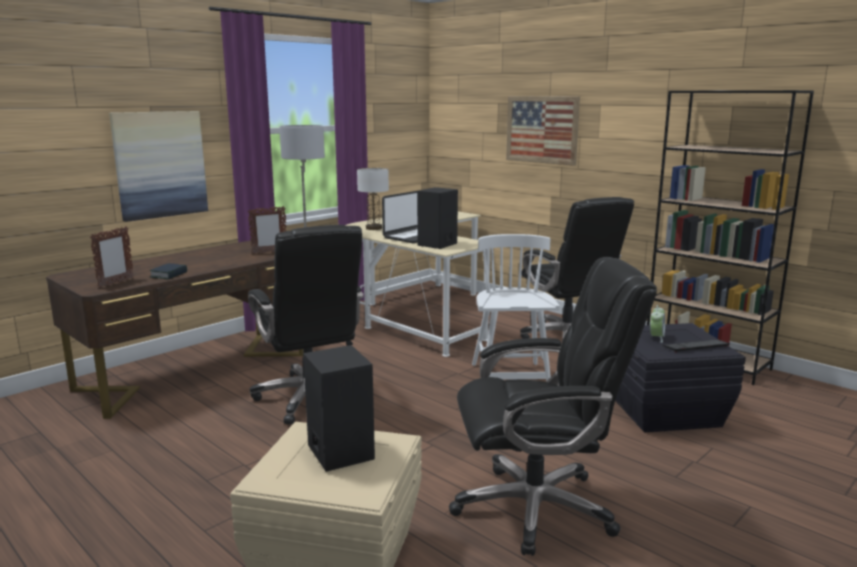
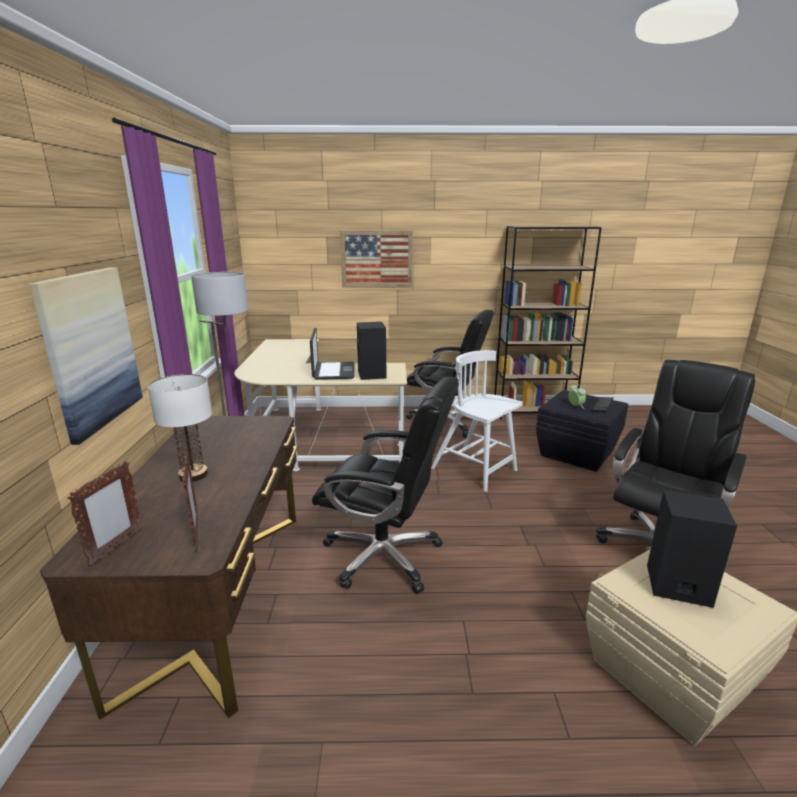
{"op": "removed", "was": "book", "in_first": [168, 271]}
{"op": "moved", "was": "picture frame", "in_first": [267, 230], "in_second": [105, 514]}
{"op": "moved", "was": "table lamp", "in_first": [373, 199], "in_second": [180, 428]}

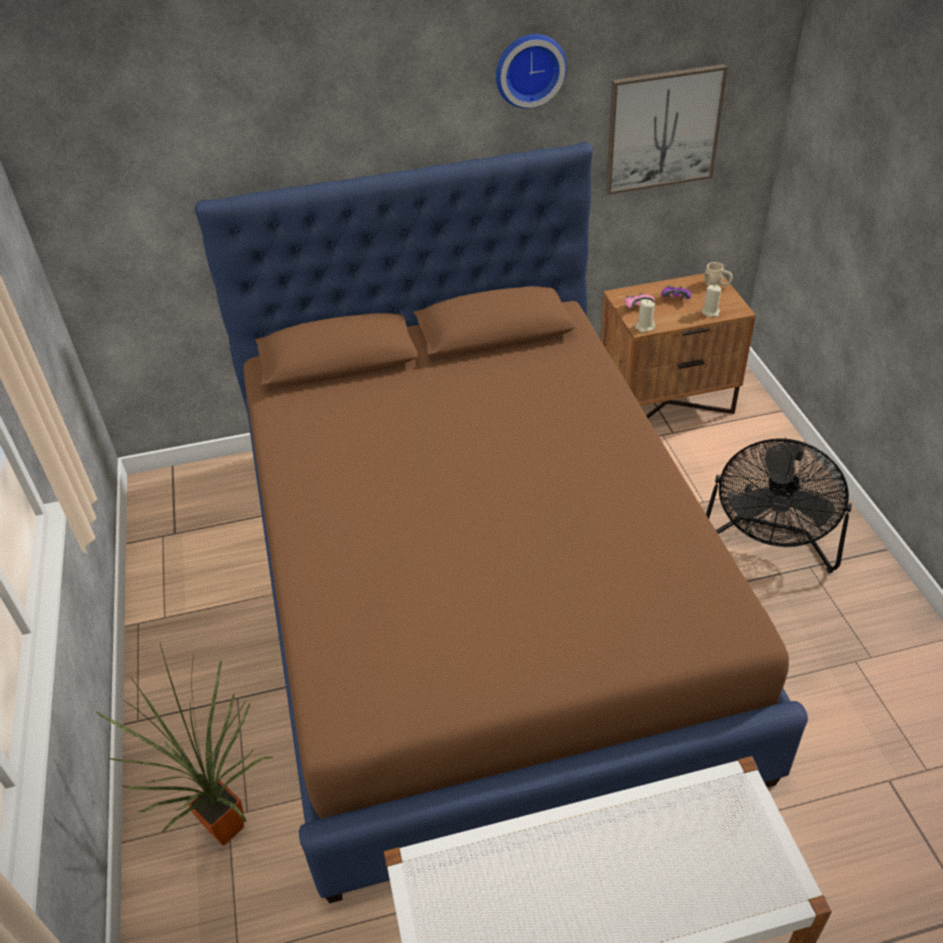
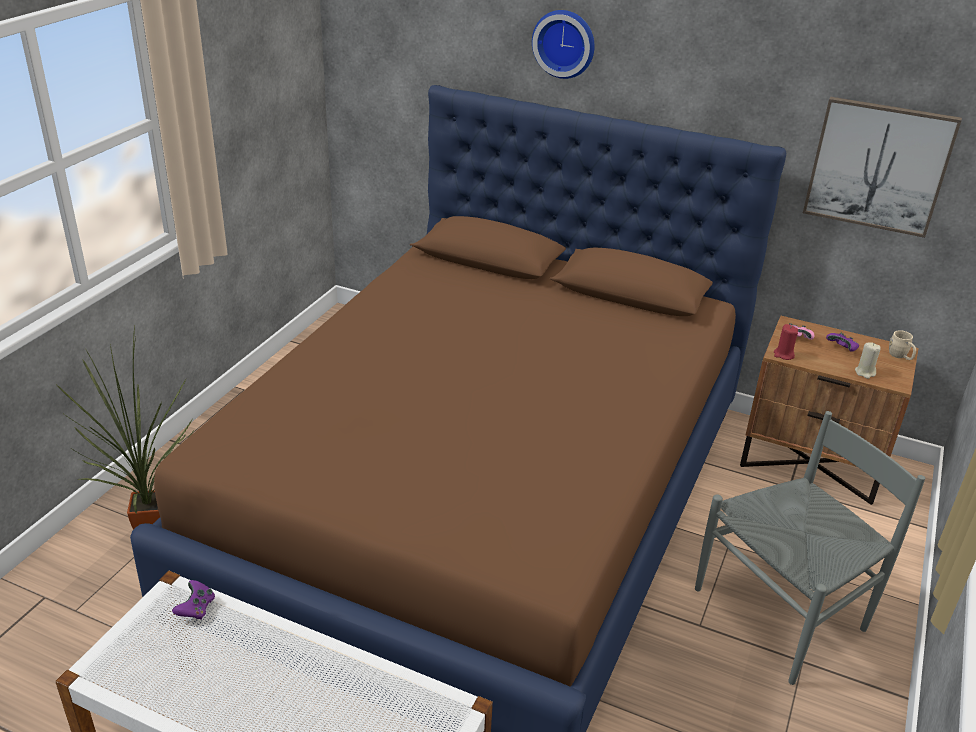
{"op": "moved", "was": "wall clock", "in_first": [531, 71], "in_second": [563, 44]}
{"op": "recoloured", "was": "beige candle", "now": "red candle", "in_first": [645, 315], "in_second": [786, 342]}
{"op": "replaced", "was": "black fan", "now": "grey chair", "in_first": [779, 505], "in_second": [810, 548]}
{"op": "added", "now": "purple game controller", "in_second": [193, 600]}

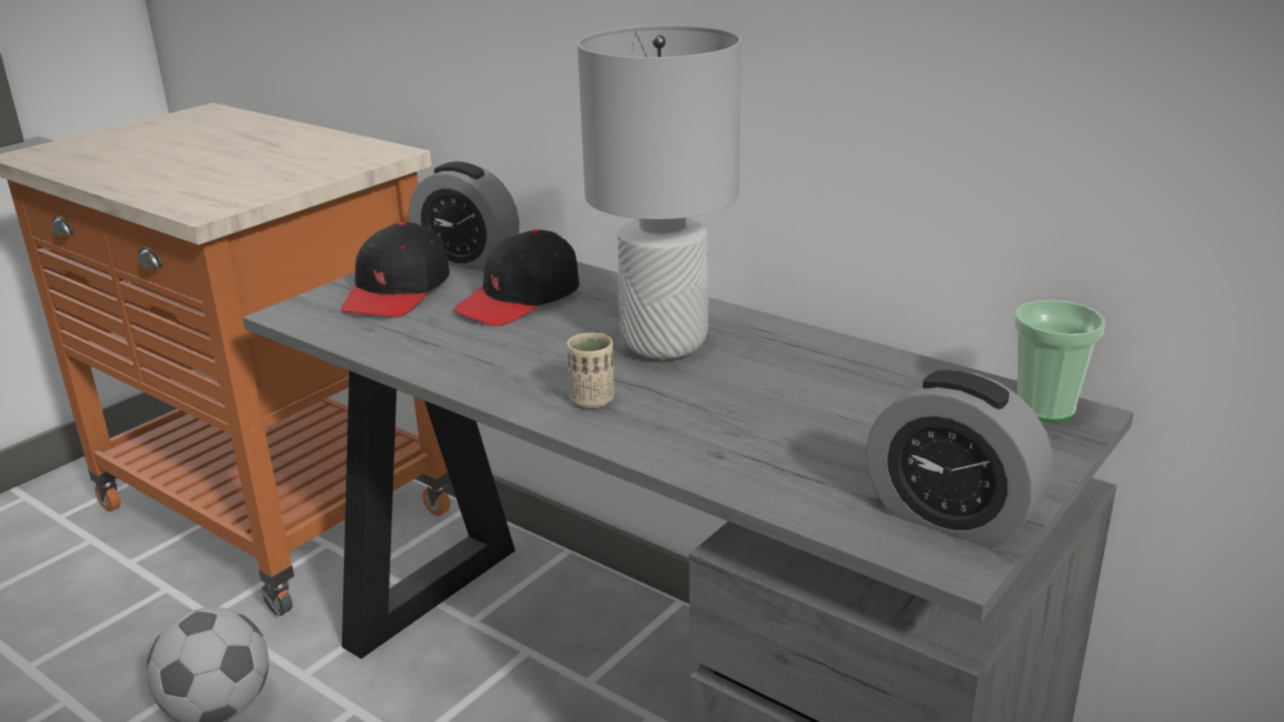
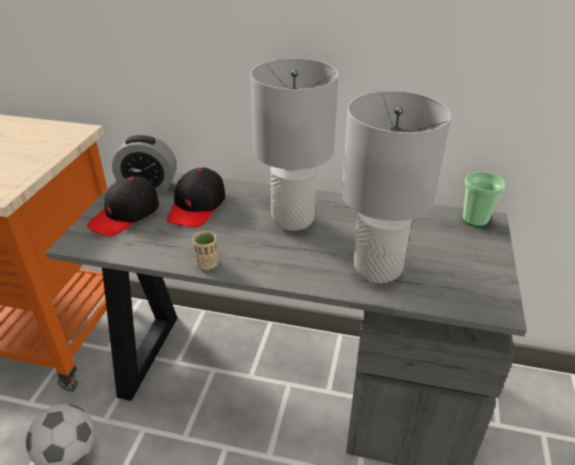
{"op": "turned", "was": "black cap", "in_first": [395, 269], "in_second": [123, 207], "clockwise": 45}
{"op": "moved", "was": "beige cup", "in_first": [590, 370], "in_second": [205, 250]}
{"op": "removed", "was": "alarm clock", "in_first": [959, 459]}
{"op": "added", "now": "grey table lamp", "in_second": [396, 187]}

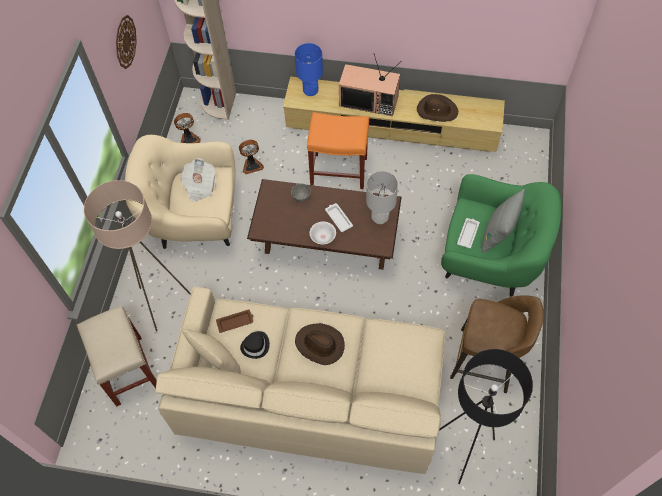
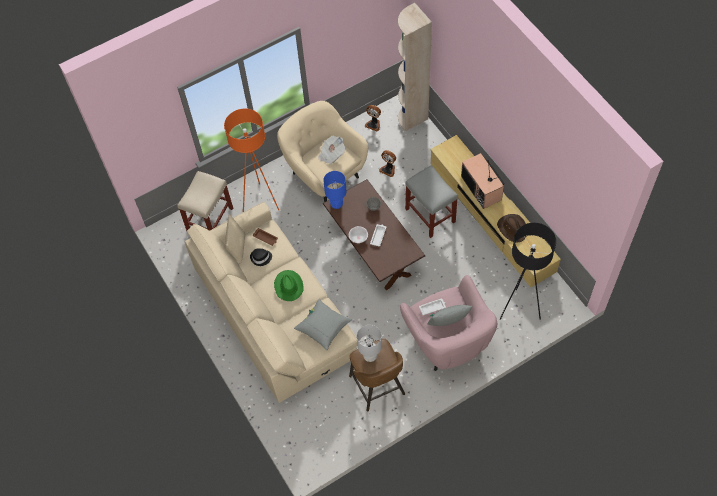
{"op": "recoloured", "was": "beige floor lamp", "now": "orange floor lamp", "in_first": [137, 255], "in_second": [251, 160]}
{"op": "removed", "was": "wall clock", "in_first": [126, 42]}
{"op": "moved", "was": "blue table lamp", "in_first": [309, 69], "in_second": [335, 190]}
{"op": "recoloured", "was": "brown hat", "now": "green hat", "in_first": [320, 344], "in_second": [289, 285]}
{"op": "recoloured", "was": "orange stool", "now": "grey stool", "in_first": [338, 150], "in_second": [431, 201]}
{"op": "moved", "was": "grey table lamp", "in_first": [382, 197], "in_second": [369, 343]}
{"op": "moved", "was": "black floor lamp", "in_first": [486, 416], "in_second": [527, 271]}
{"op": "recoloured", "was": "green armchair", "now": "pink armchair", "in_first": [501, 235], "in_second": [448, 323]}
{"op": "added", "now": "grey pillow", "in_second": [323, 324]}

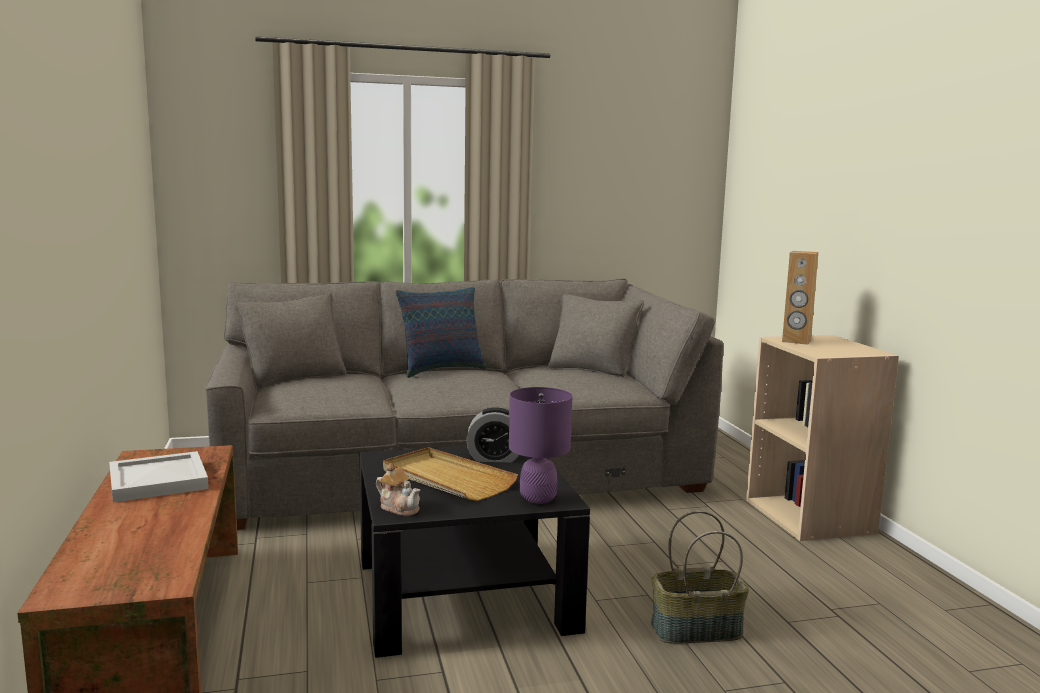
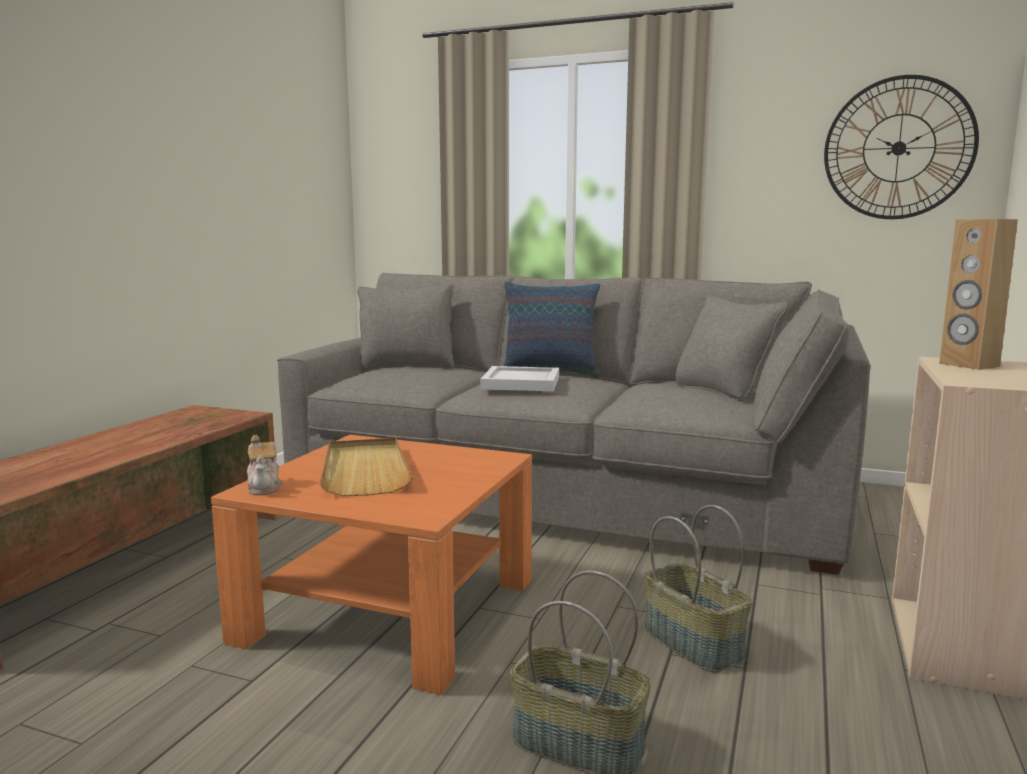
{"op": "moved", "was": "white tray", "in_first": [159, 476], "in_second": [519, 378]}
{"op": "recoloured", "was": "black coffee table", "now": "orange coffee table", "in_first": [474, 552], "in_second": [371, 565]}
{"op": "removed", "was": "alarm clock", "in_first": [492, 434]}
{"op": "removed", "was": "purple table lamp", "in_first": [540, 445]}
{"op": "added", "now": "basket", "in_second": [698, 589]}
{"op": "added", "now": "wall clock", "in_second": [901, 147]}

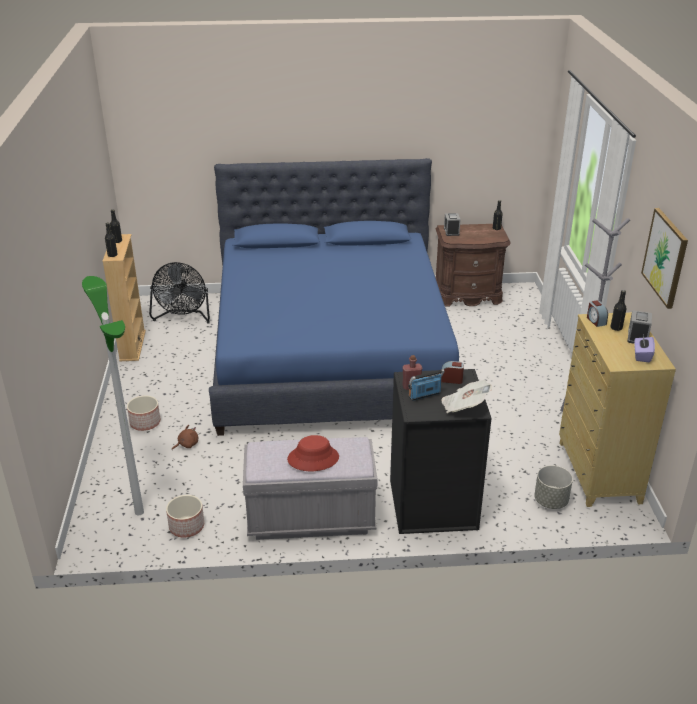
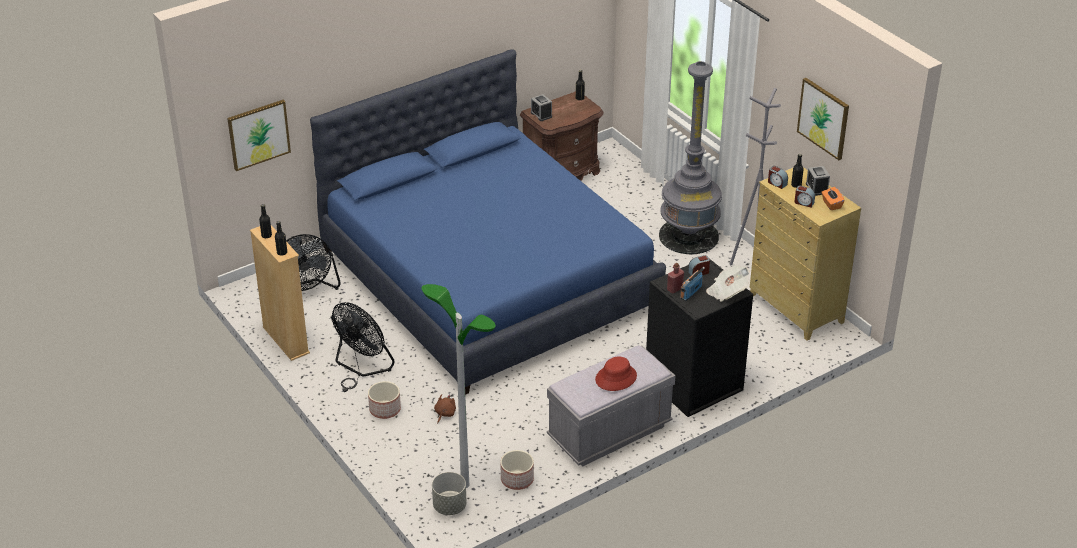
{"op": "moved", "was": "grey planter", "in_first": [553, 487], "in_second": [449, 493]}
{"op": "recoloured", "was": "purple tissue box", "now": "orange tissue box", "in_first": [644, 348], "in_second": [833, 198]}
{"op": "added", "now": "picture", "in_second": [259, 135]}
{"op": "added", "now": "black fan", "in_second": [362, 347]}
{"op": "added", "now": "grey floor lamp", "in_second": [690, 157]}
{"op": "added", "now": "alarm clock", "in_second": [804, 197]}

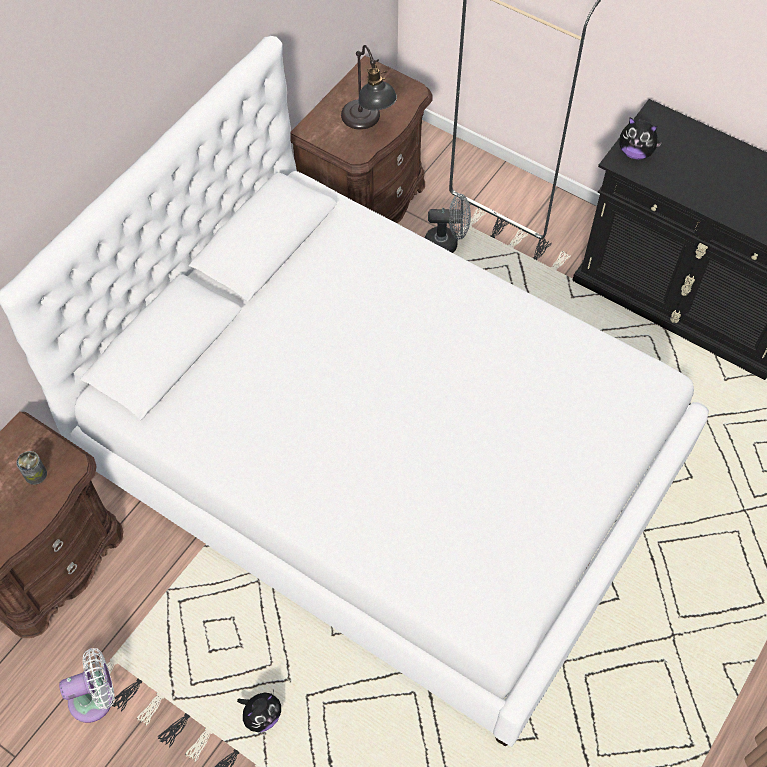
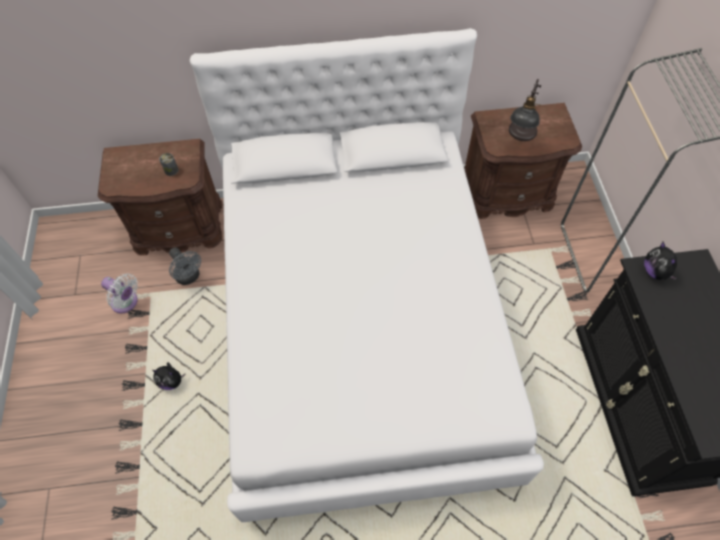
{"op": "moved", "was": "grey fan", "in_first": [448, 223], "in_second": [185, 266]}

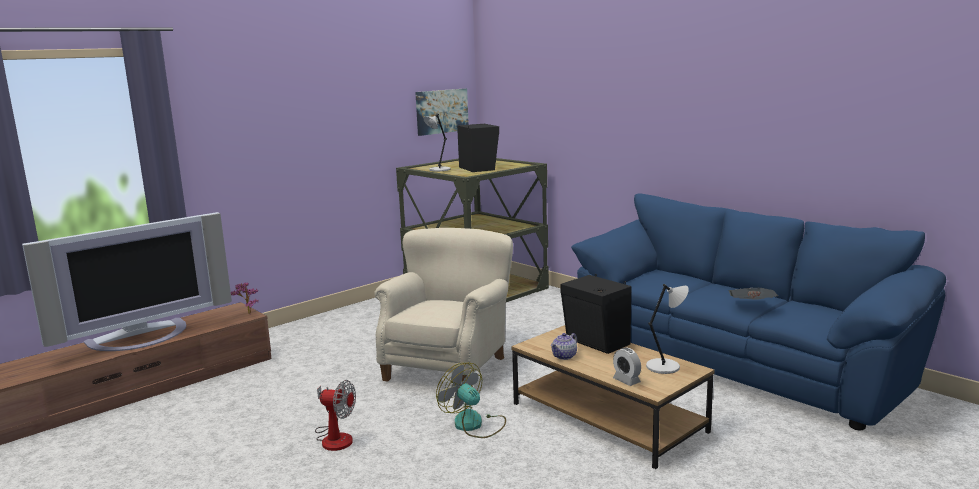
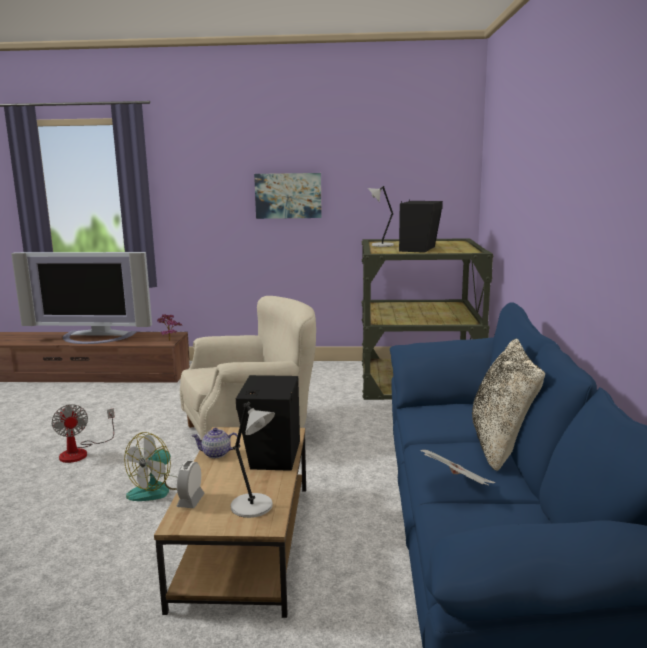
{"op": "moved", "was": "picture", "in_first": [442, 112], "in_second": [288, 196]}
{"op": "turned", "was": "fan", "in_first": [471, 400], "in_second": [151, 466], "clockwise": -150}
{"op": "added", "now": "beige pillow", "in_second": [508, 404]}

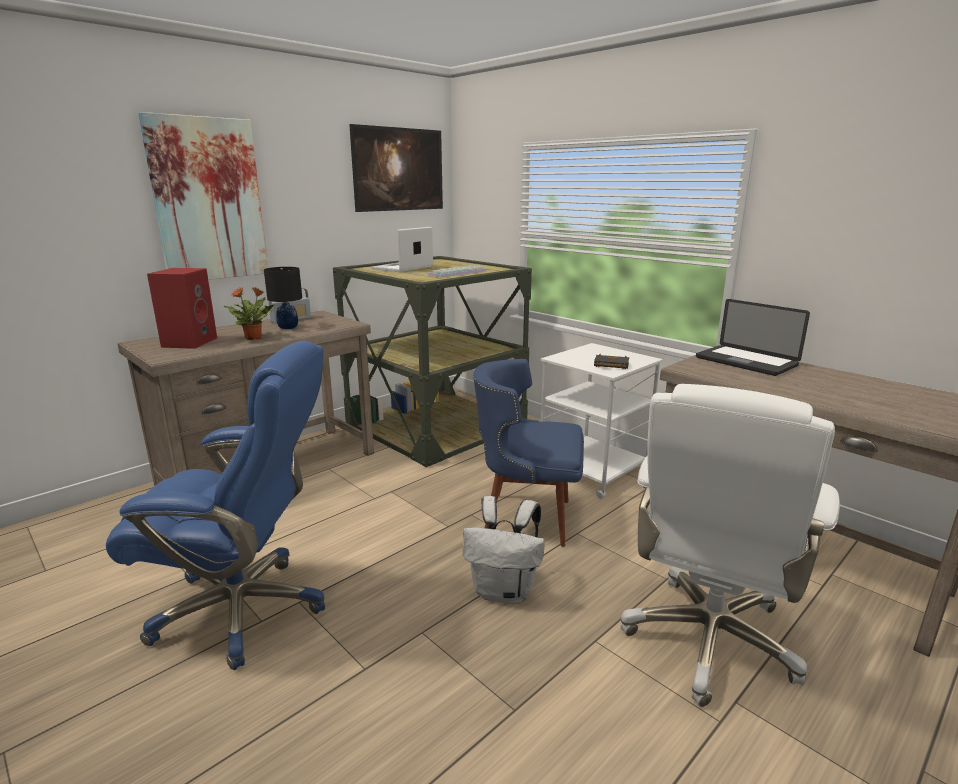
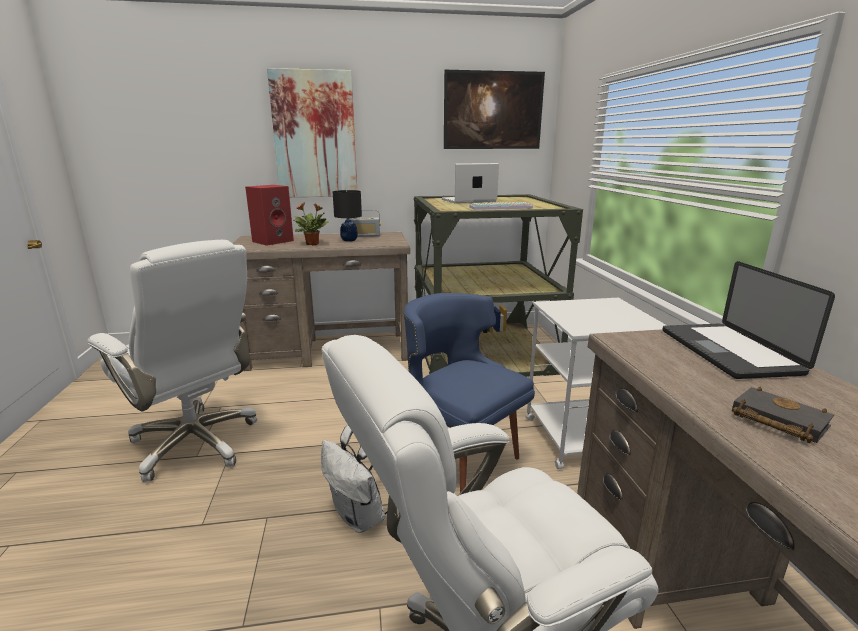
{"op": "recoloured", "was": "blue office chair", "now": "white office chair", "in_first": [215, 505], "in_second": [172, 361]}
{"op": "moved", "was": "black book", "in_first": [611, 361], "in_second": [783, 415]}

